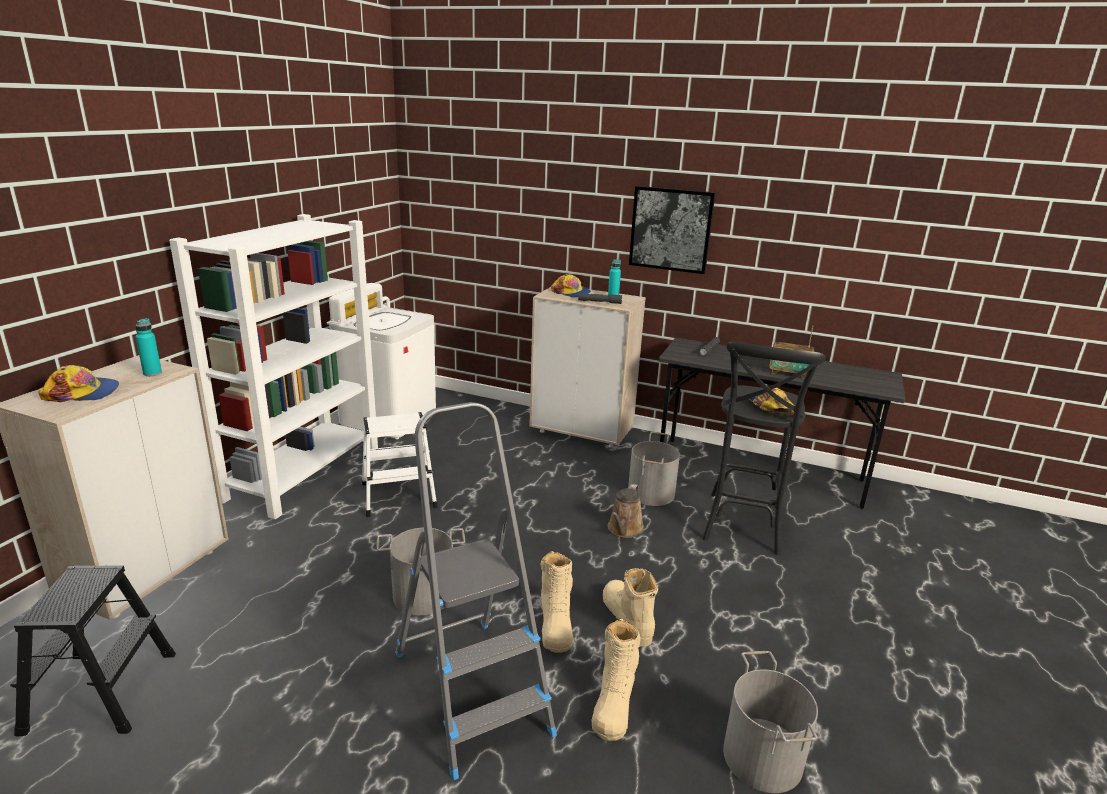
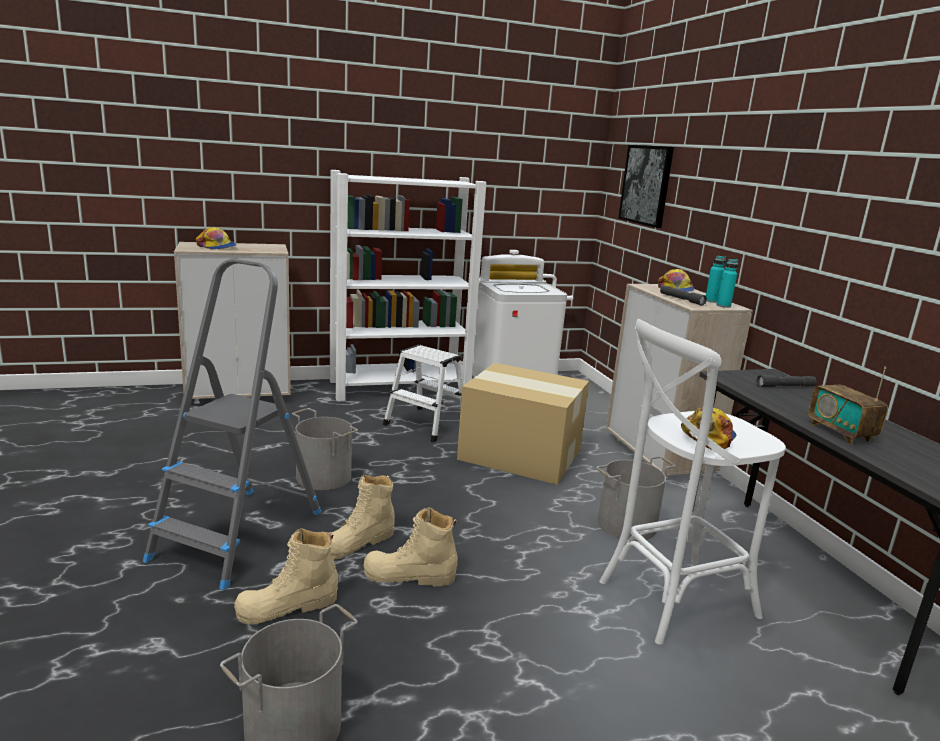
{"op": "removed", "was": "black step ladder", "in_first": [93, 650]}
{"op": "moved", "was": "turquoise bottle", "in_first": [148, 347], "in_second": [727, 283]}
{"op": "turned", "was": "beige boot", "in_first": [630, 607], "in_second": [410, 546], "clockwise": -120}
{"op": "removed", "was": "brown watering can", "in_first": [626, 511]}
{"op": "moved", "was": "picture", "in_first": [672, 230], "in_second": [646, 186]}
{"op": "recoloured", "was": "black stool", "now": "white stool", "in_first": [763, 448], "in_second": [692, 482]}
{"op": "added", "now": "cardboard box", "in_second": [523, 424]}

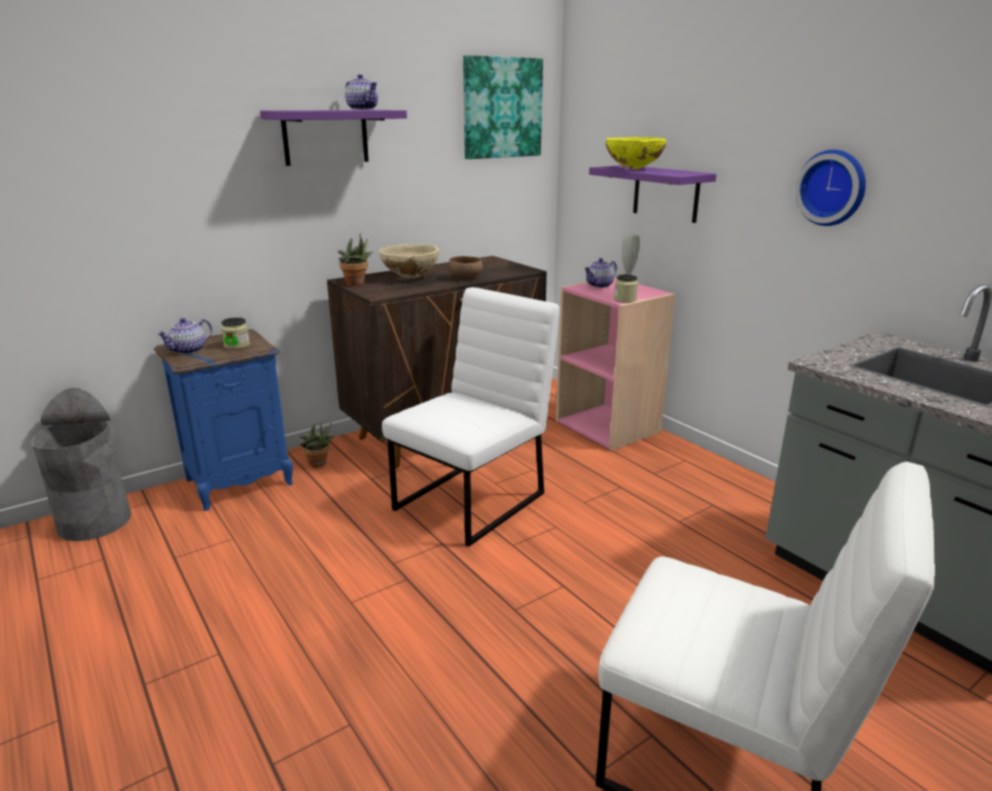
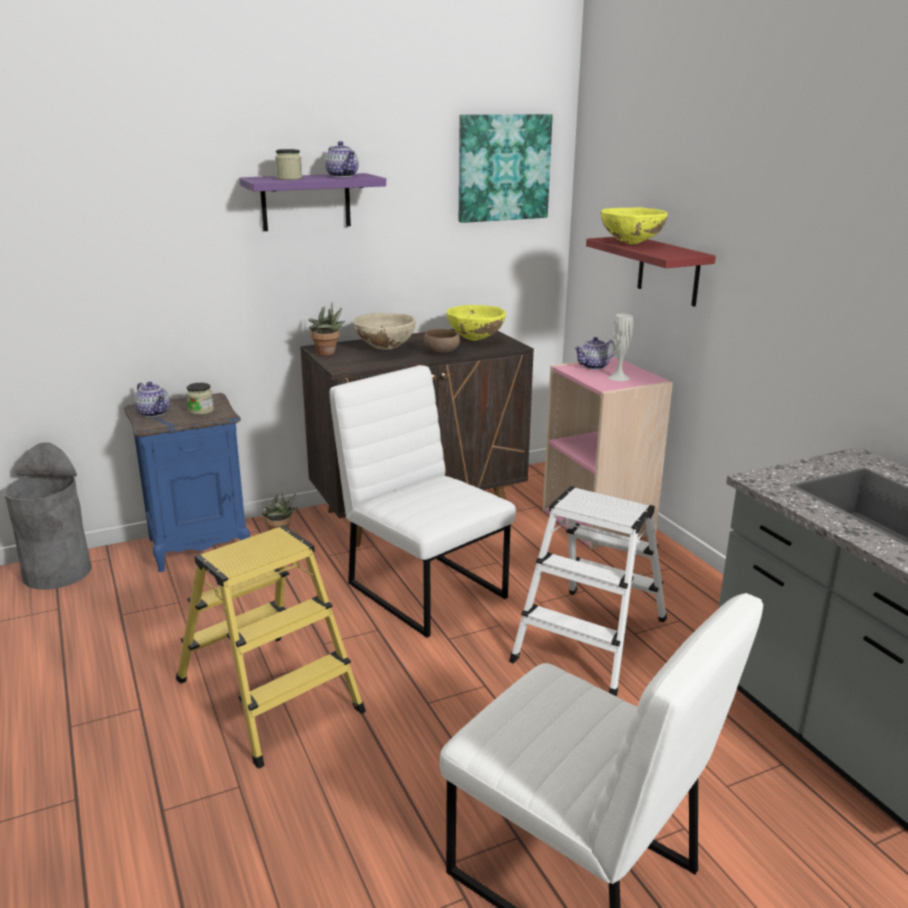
{"op": "turned", "was": "teapot", "in_first": [184, 336], "in_second": [152, 399], "clockwise": -90}
{"op": "turned", "was": "white chair", "in_first": [471, 417], "in_second": [423, 501], "clockwise": -90}
{"op": "recoloured", "was": "purple shelf", "now": "red shelf", "in_first": [653, 194], "in_second": [651, 272]}
{"op": "moved", "was": "jar", "in_first": [626, 288], "in_second": [288, 164]}
{"op": "removed", "was": "wall clock", "in_first": [830, 188]}
{"op": "added", "now": "yellow step ladder", "in_second": [271, 646]}
{"op": "added", "now": "yellow bowl", "in_second": [476, 323]}
{"op": "added", "now": "white step ladder", "in_second": [588, 591]}

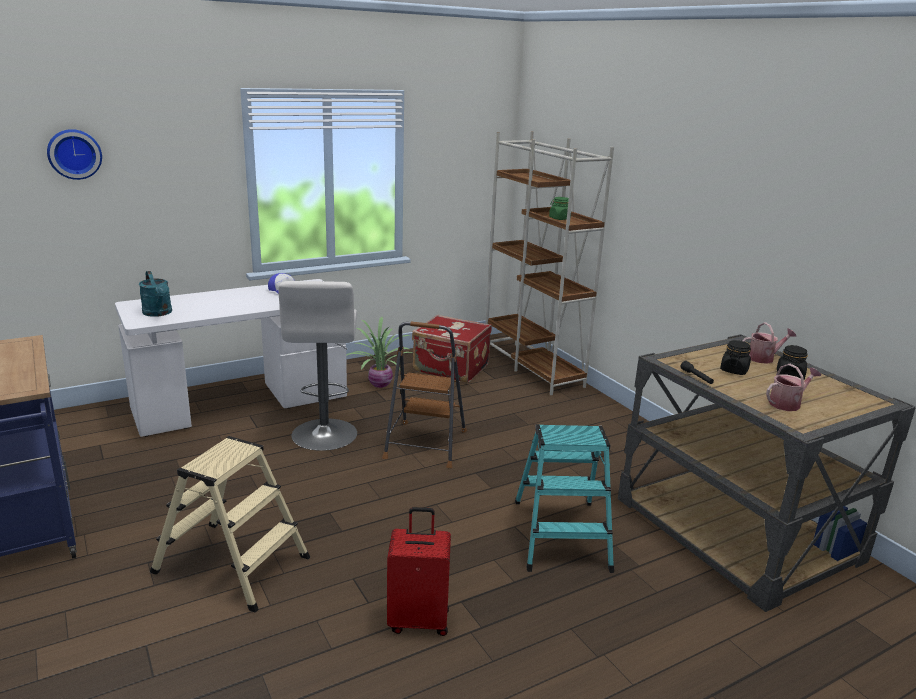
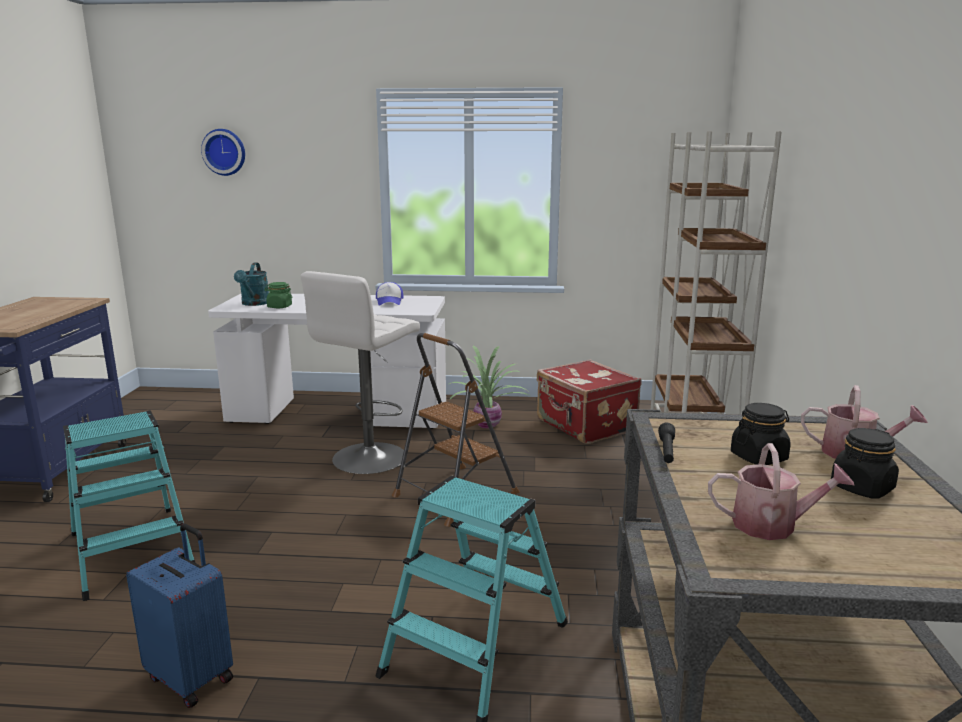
{"op": "recoloured", "was": "beige step ladder", "now": "turquoise step ladder", "in_first": [230, 524], "in_second": [129, 505]}
{"op": "recoloured", "was": "red suitcase", "now": "blue suitcase", "in_first": [419, 571], "in_second": [179, 616]}
{"op": "moved", "was": "green jar", "in_first": [560, 208], "in_second": [278, 295]}

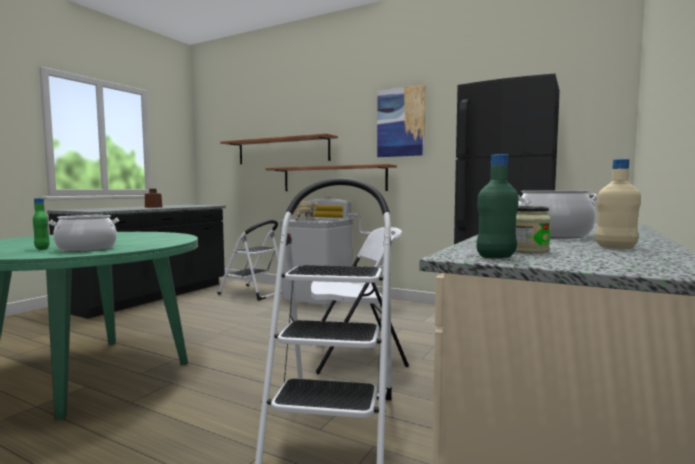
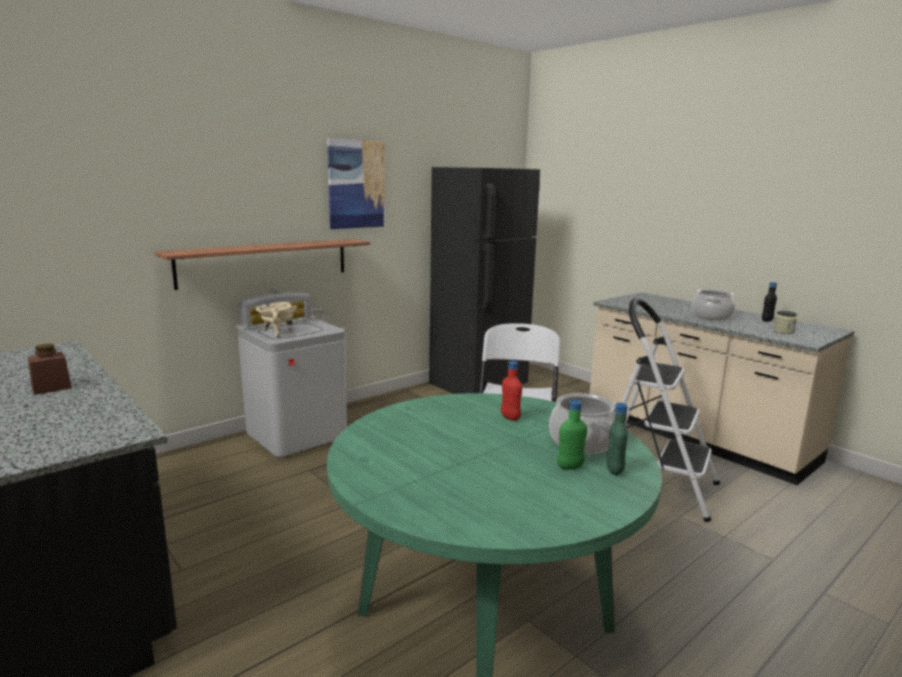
{"op": "removed", "was": "step ladder", "in_first": [249, 260]}
{"op": "removed", "was": "shelf", "in_first": [279, 149]}
{"op": "moved", "was": "green bottle", "in_first": [497, 206], "in_second": [617, 439]}
{"op": "recoloured", "was": "beige bottle", "now": "black bottle", "in_first": [618, 204], "in_second": [769, 302]}
{"op": "added", "now": "red bottle", "in_second": [511, 391]}

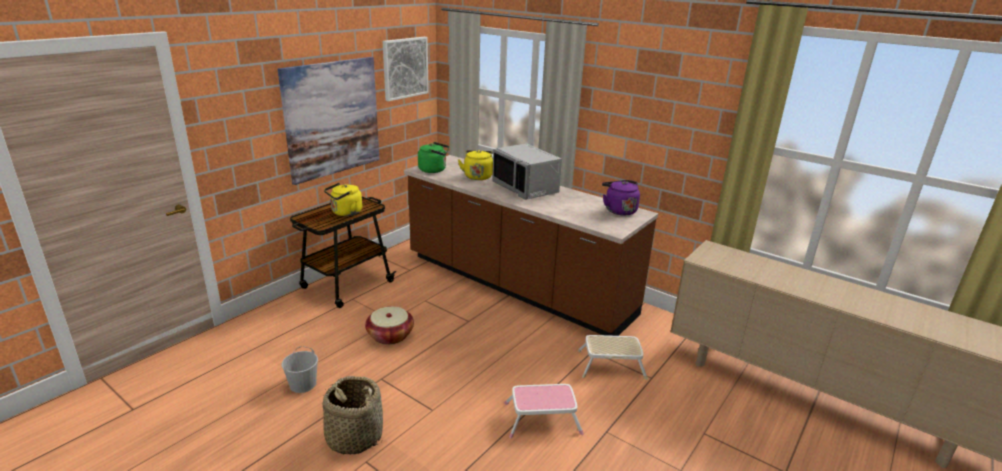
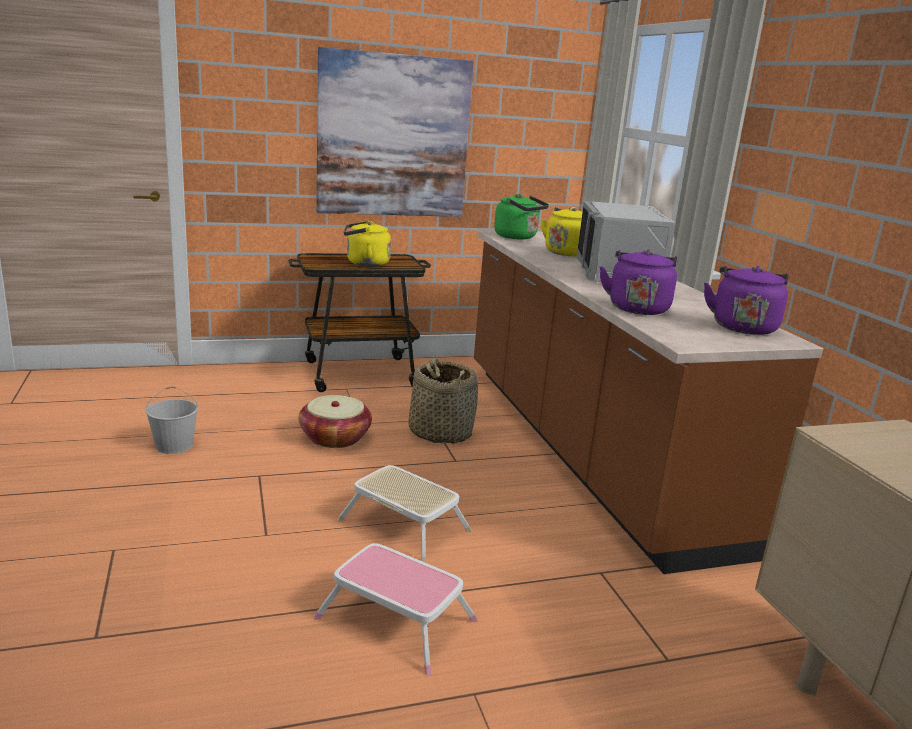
{"op": "moved", "was": "basket", "in_first": [352, 415], "in_second": [443, 400]}
{"op": "removed", "was": "picture", "in_first": [406, 69]}
{"op": "moved", "was": "beige step ladder", "in_first": [612, 357], "in_second": [404, 514]}
{"op": "added", "now": "purple kettle", "in_second": [638, 282]}

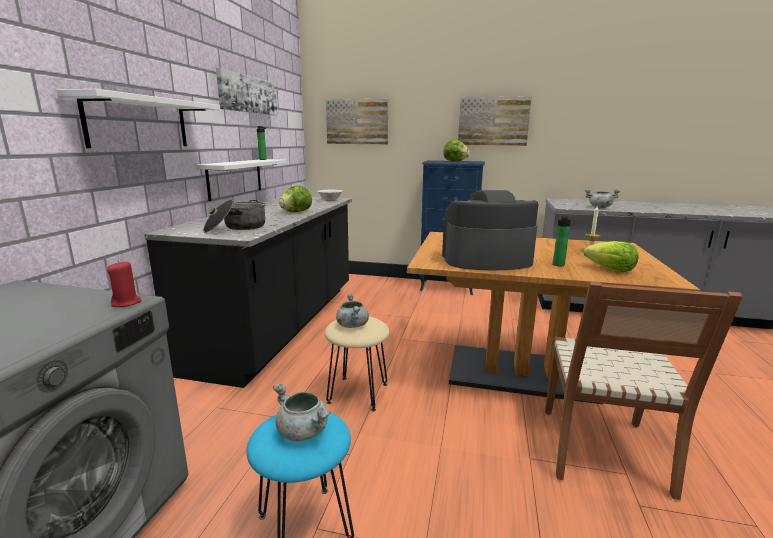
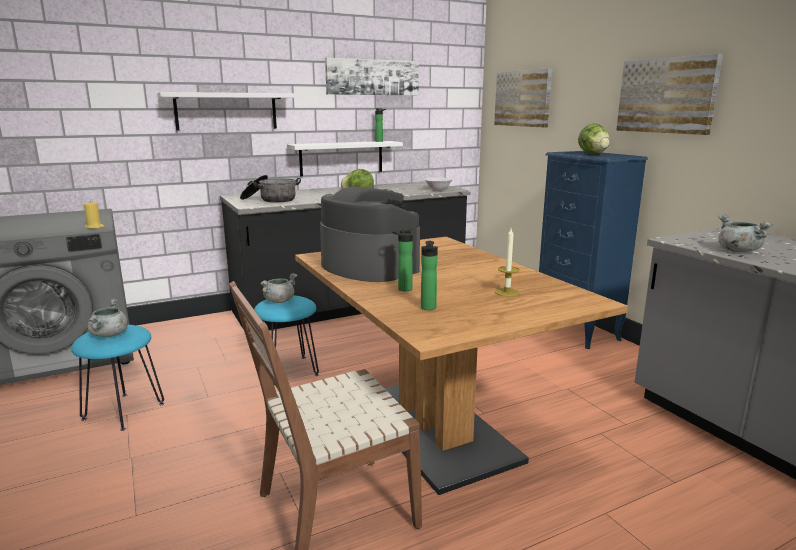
{"op": "recoloured", "was": "red candle", "now": "yellow candle", "in_first": [124, 284], "in_second": [93, 214]}
{"op": "recoloured", "was": "beige stool", "now": "turquoise stool", "in_first": [357, 364], "in_second": [286, 340]}
{"op": "replaced", "was": "lettuce", "now": "bottle", "in_first": [611, 256], "in_second": [429, 275]}

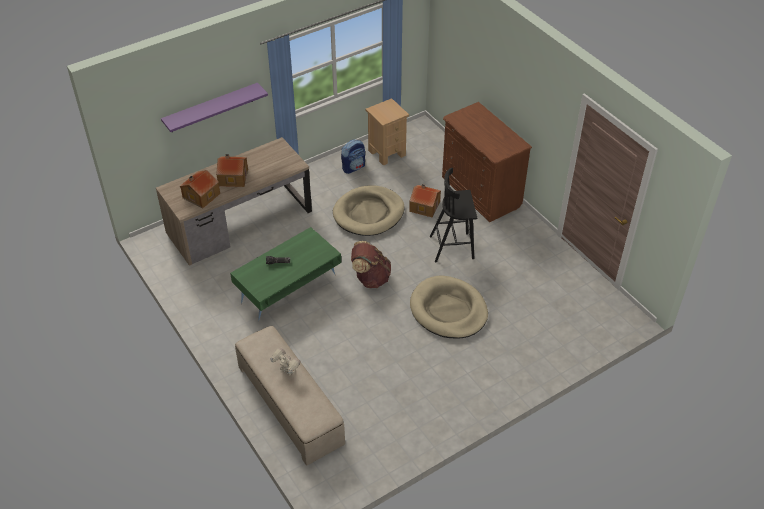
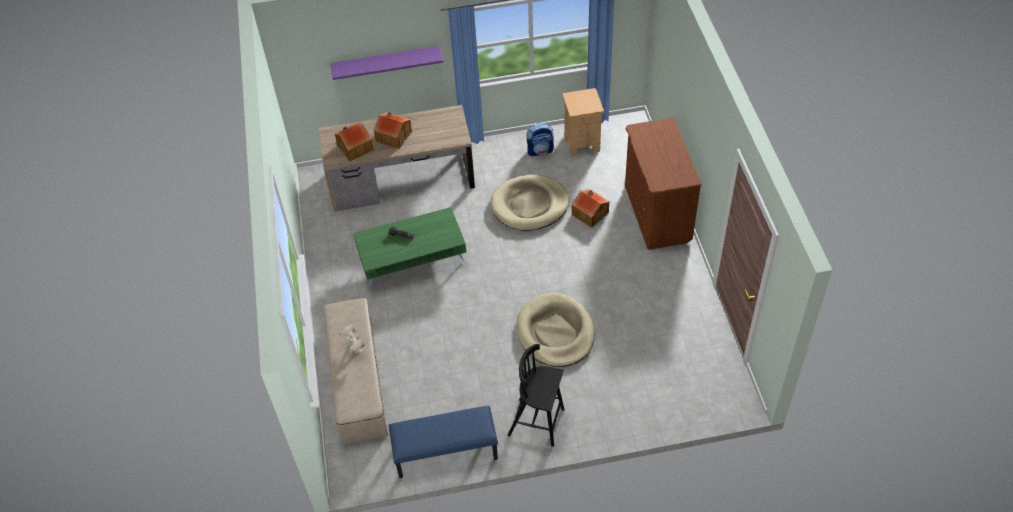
{"op": "removed", "was": "brown backpack", "in_first": [371, 264]}
{"op": "moved", "was": "black stool", "in_first": [453, 215], "in_second": [536, 395]}
{"op": "added", "now": "blue bench", "in_second": [443, 442]}

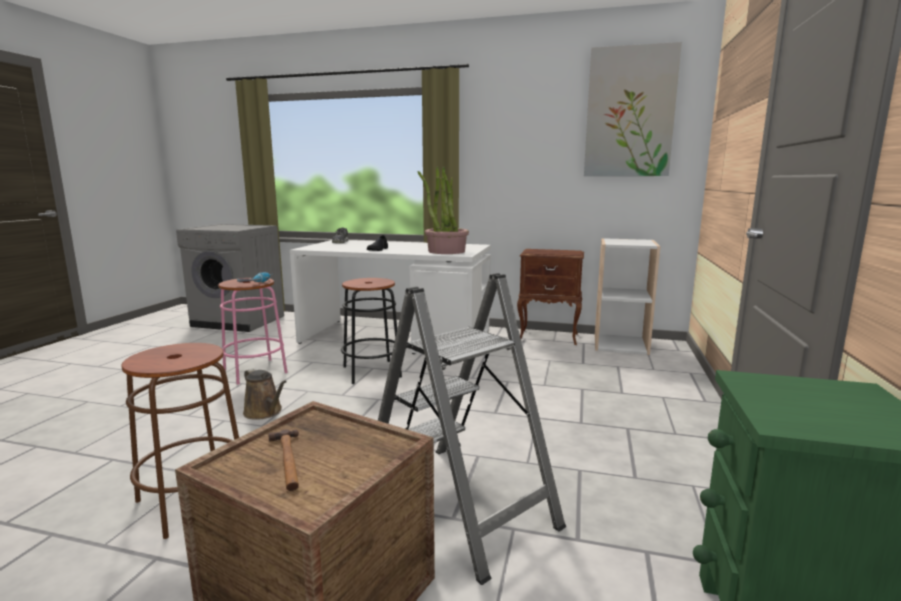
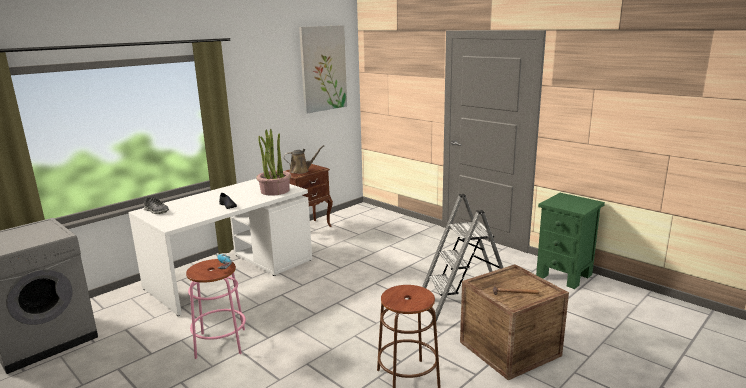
{"op": "moved", "was": "brown watering can", "in_first": [265, 394], "in_second": [304, 159]}
{"op": "removed", "was": "black stool", "in_first": [371, 331]}
{"op": "removed", "was": "bookcase", "in_first": [627, 296]}

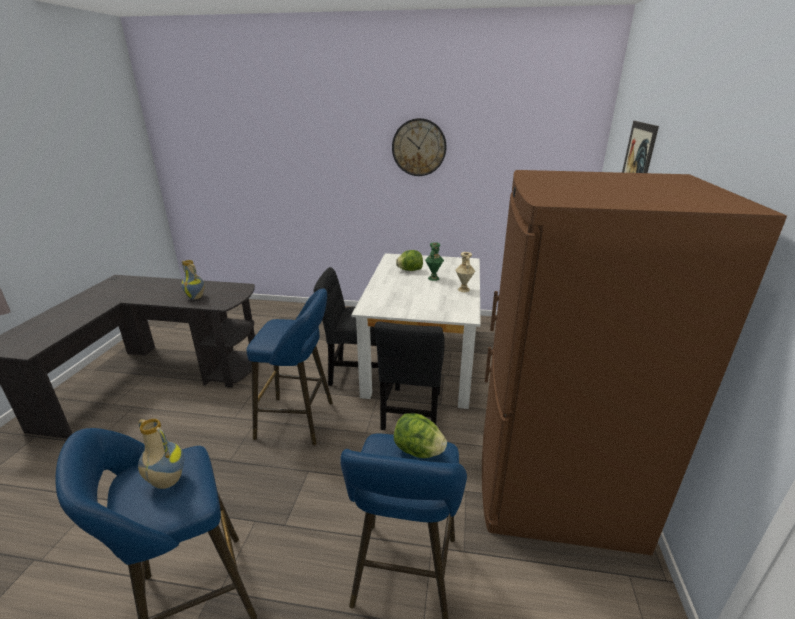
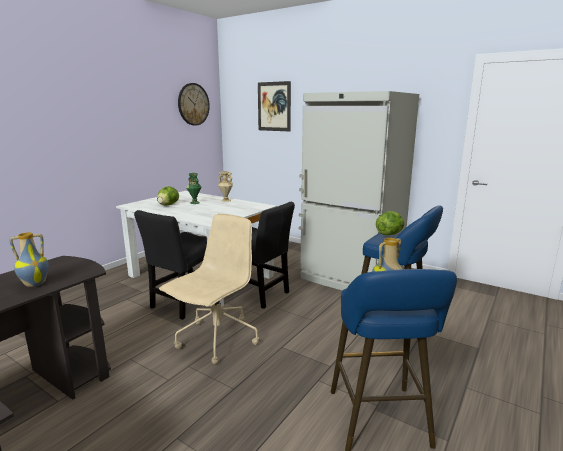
{"op": "replaced", "was": "blue stool", "now": "beige office chair", "in_first": [290, 366], "in_second": [209, 289]}
{"op": "moved", "was": "wall clock", "in_first": [419, 147], "in_second": [194, 104]}
{"op": "recoloured", "was": "brown fridge", "now": "white fridge", "in_first": [634, 362], "in_second": [359, 190]}

